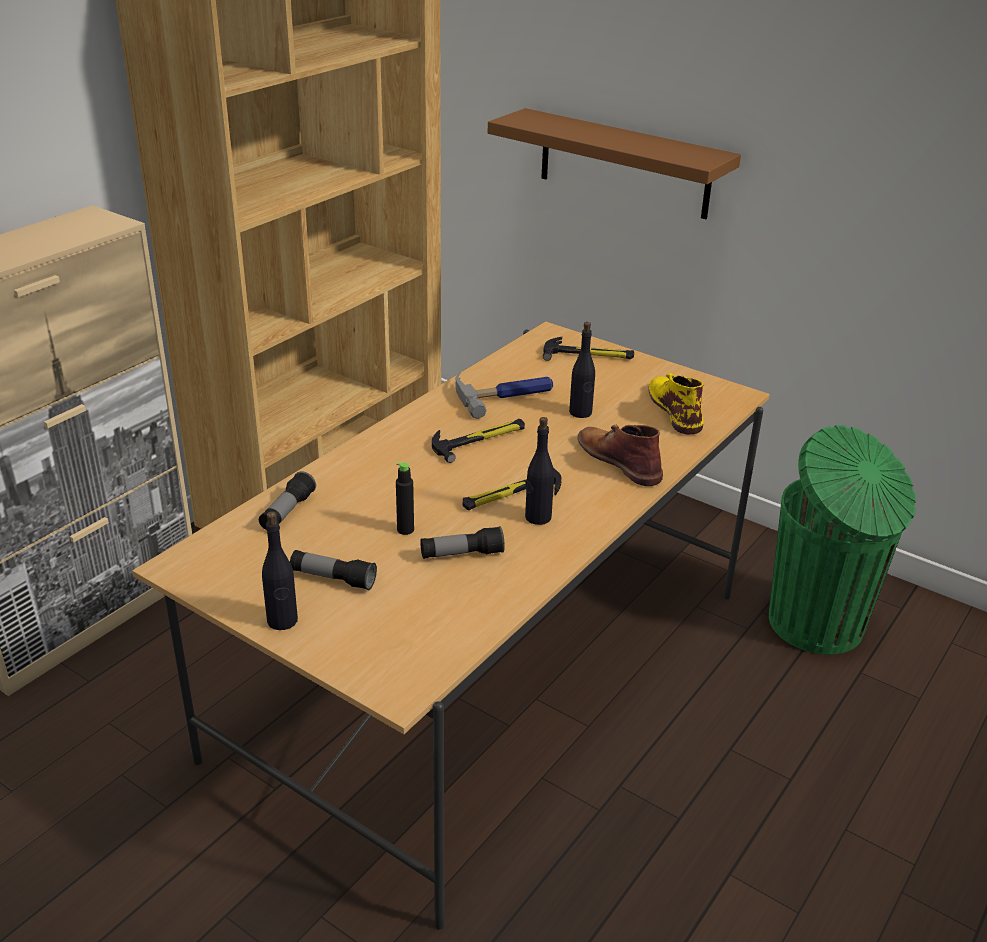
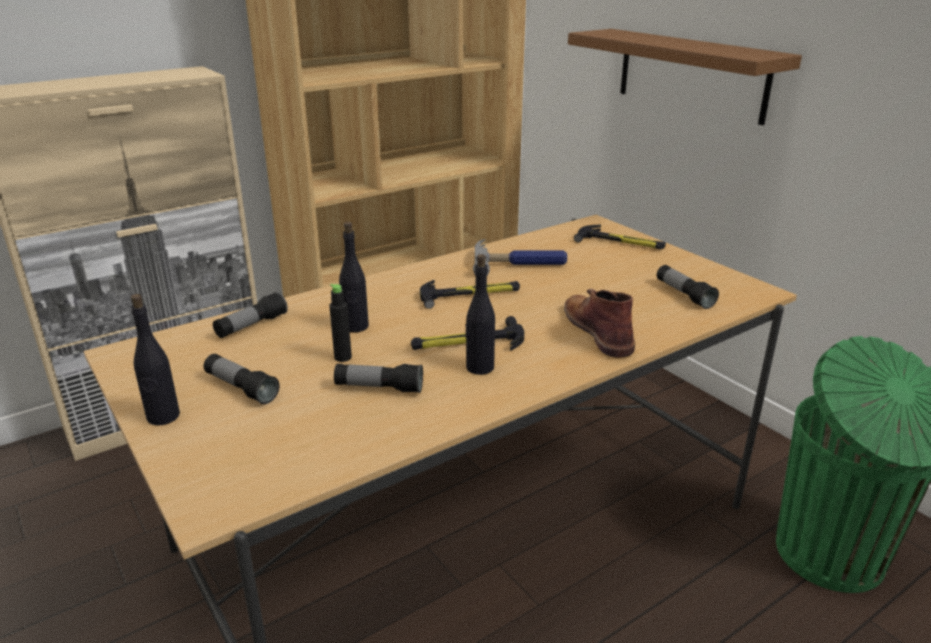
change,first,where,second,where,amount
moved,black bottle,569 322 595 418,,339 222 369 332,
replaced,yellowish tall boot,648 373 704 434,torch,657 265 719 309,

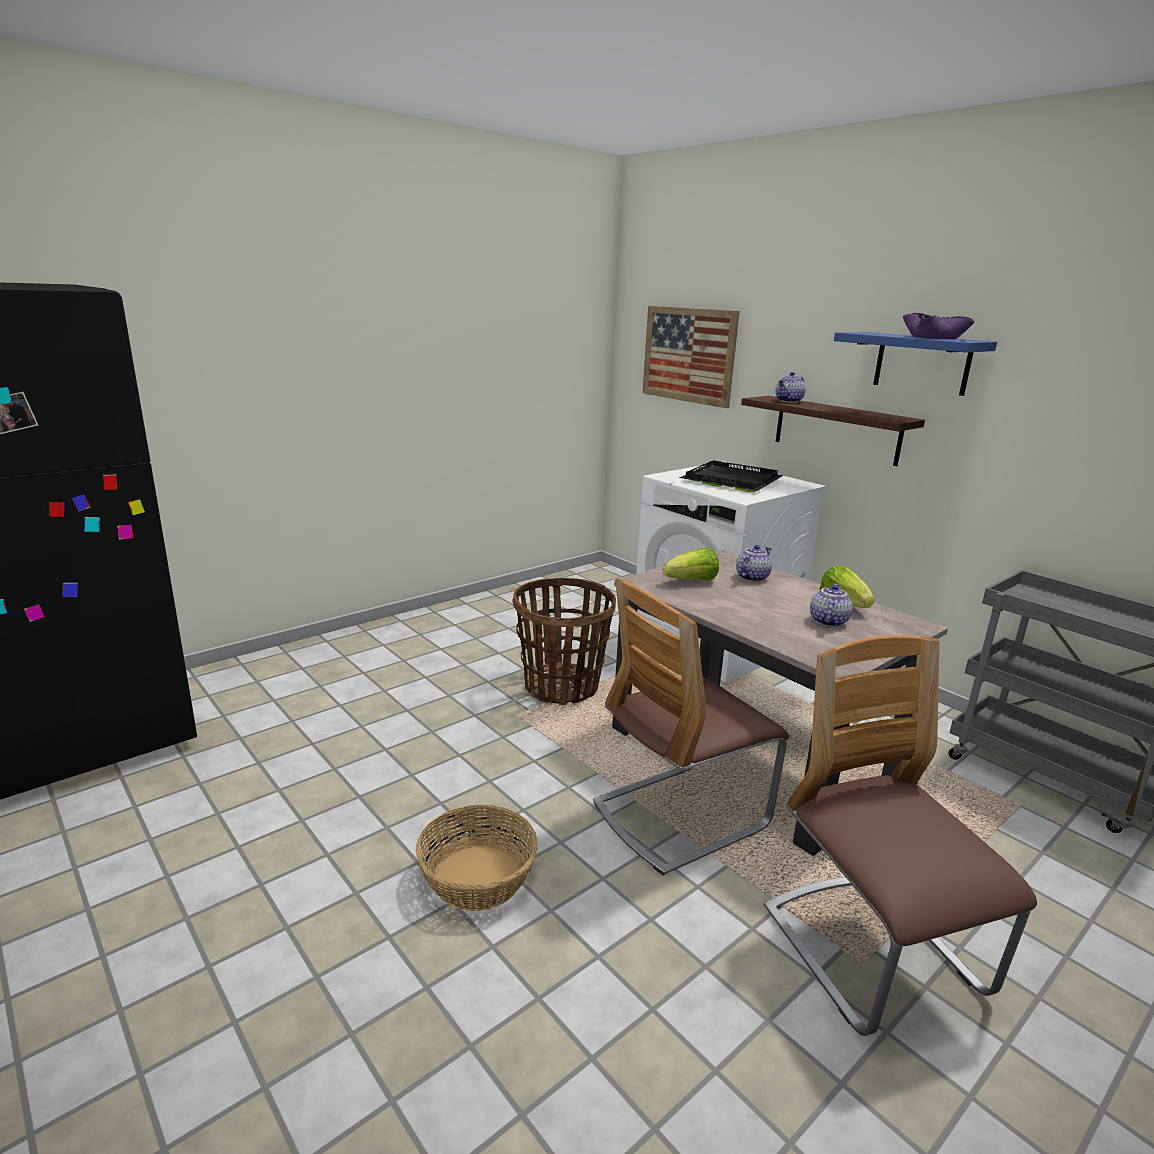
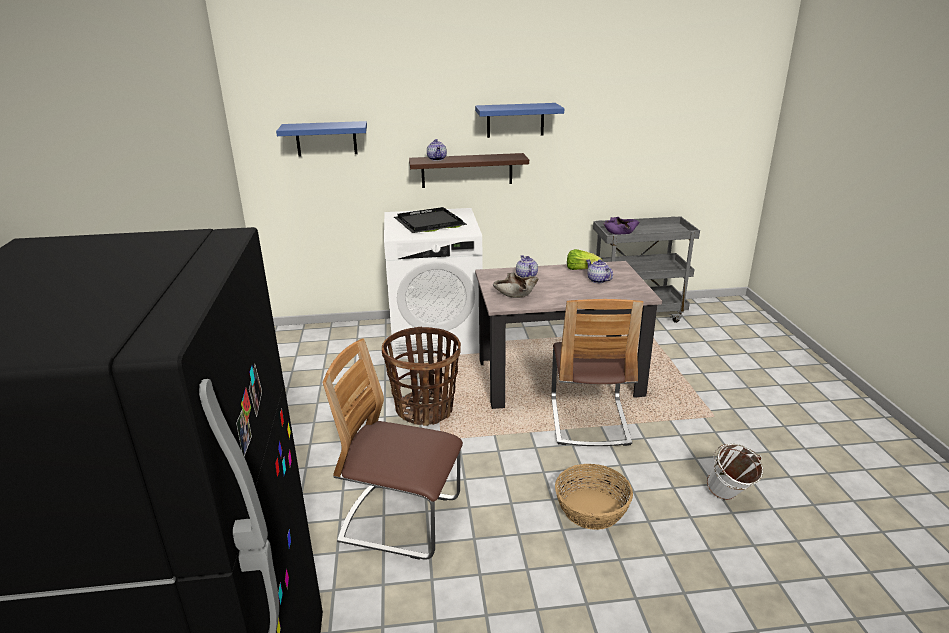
change,first,where,second,where,amount
added,,,white pail,707 444 763 500,
moved,plain chair,764 635 1037 1036,,322 339 463 560,
moved,purple-coloured deep dish,903 313 974 339,,603 217 640 235,
replaced,wall art,642 306 740 408,blue shelf,276 121 367 157,
replaced,lettuce,663 548 719 581,beige deep dish,493 272 539 298,

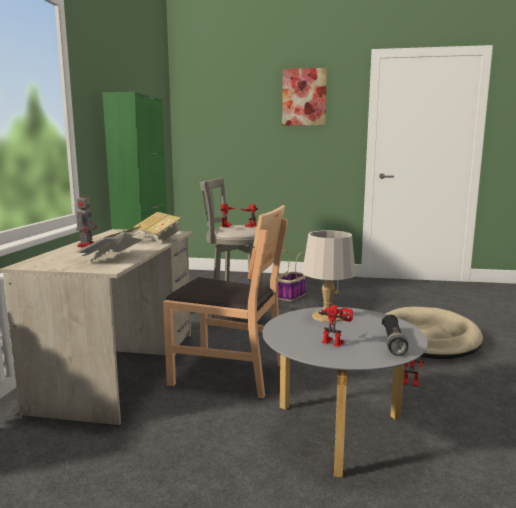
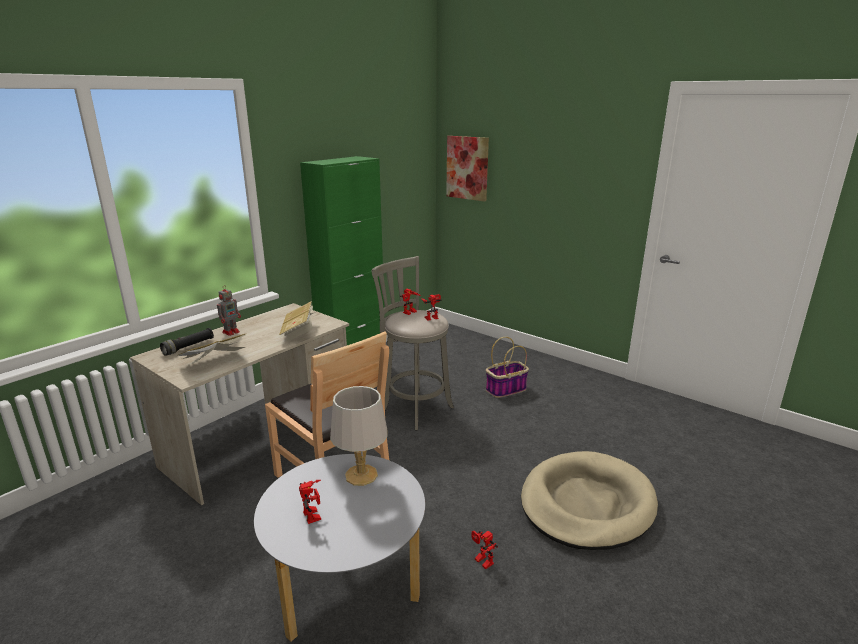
change,first,where,second,where,amount
moved,wall art,282 68 327 126,,446 136 489 202,
moved,black torch,382 315 408 356,,160 328 214 356,

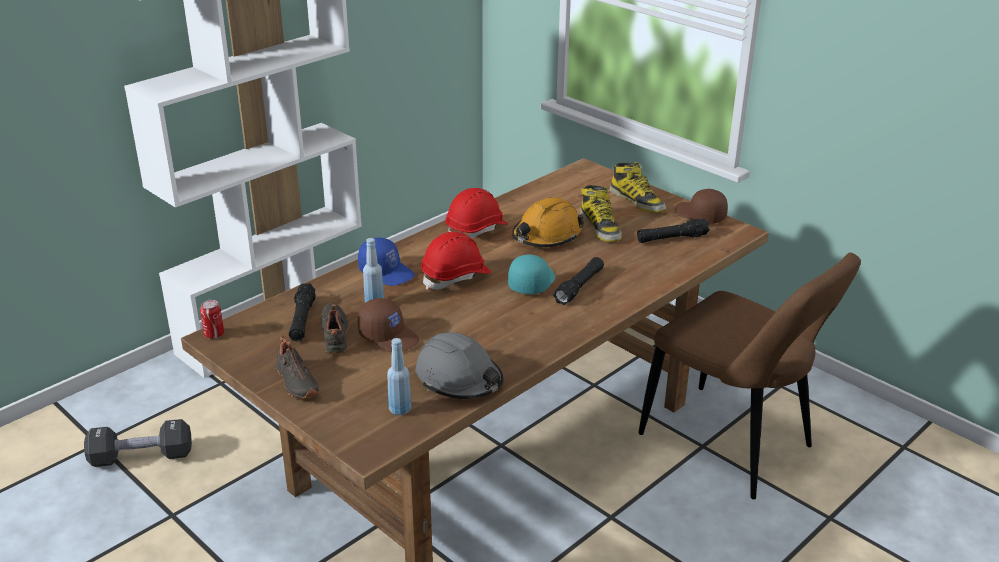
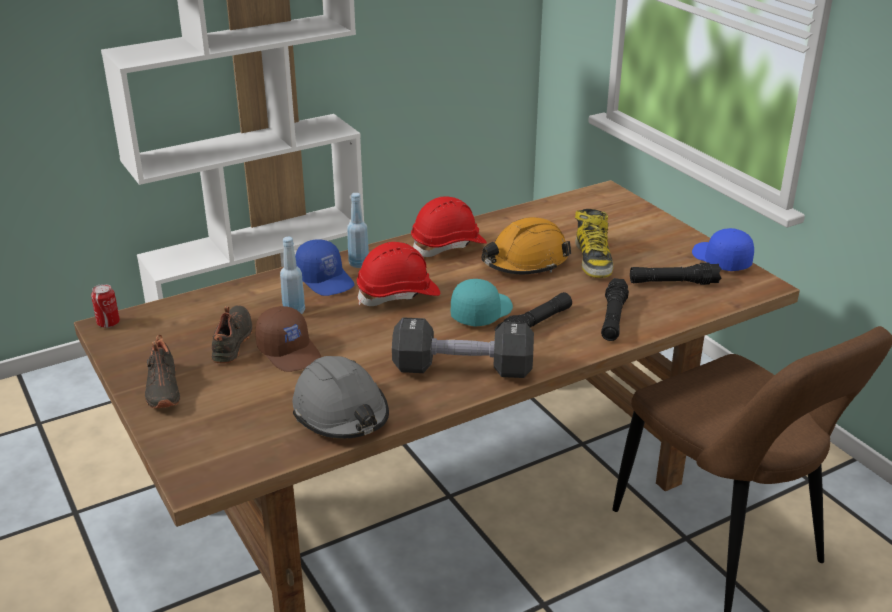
change,first,where,second,where,amount
removed,tall boot,610 162 666 213,,,
moved,black dumbbell,84 419 192 467,,392 317 534 378,
moved,black torch,289 283 316 341,,601 278 629 341,
moved,blue bottle,387 338 411 415,,347 193 369 268,
recoloured,brown-coloured baseball cap,675 189 728 224,blue baseball cap,692 228 754 271,

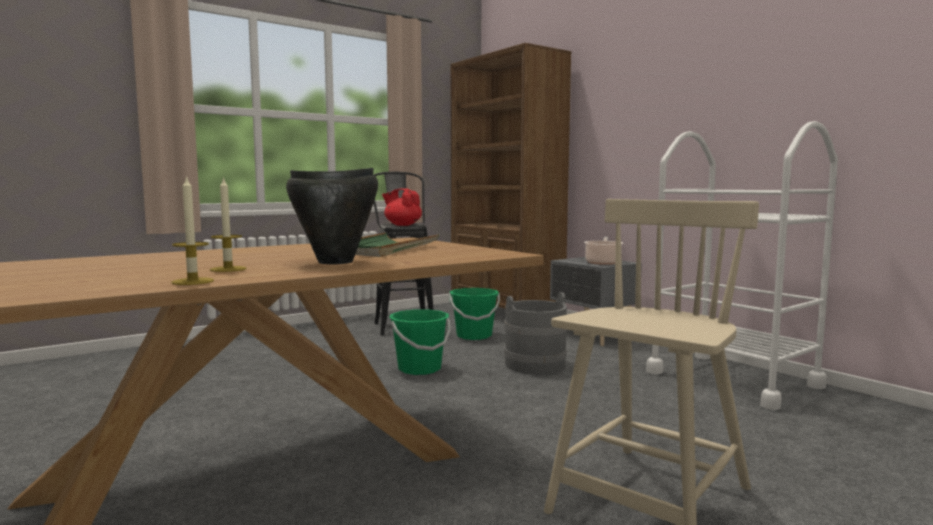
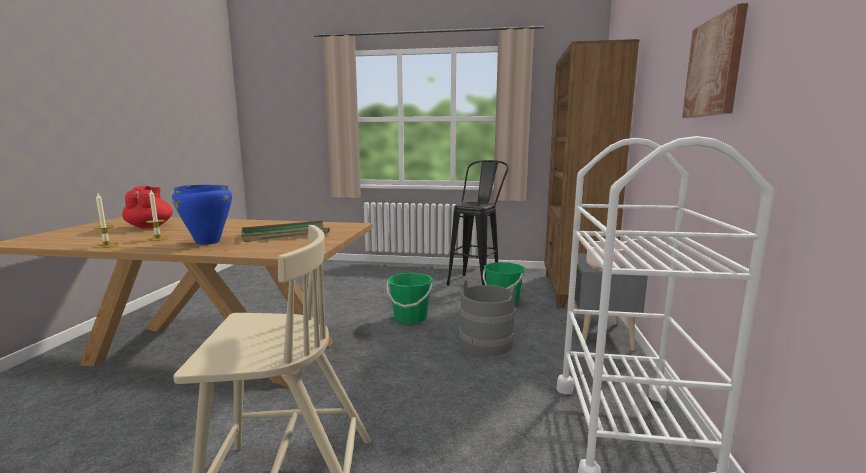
change,first,where,second,where,amount
added,,,wall art,682 3 748 118,
moved,reddish teapot,382 188 422 226,,122 186 173 228,
recoloured,black stockpot,286 168 378 264,blue stockpot,172 185 232 245,

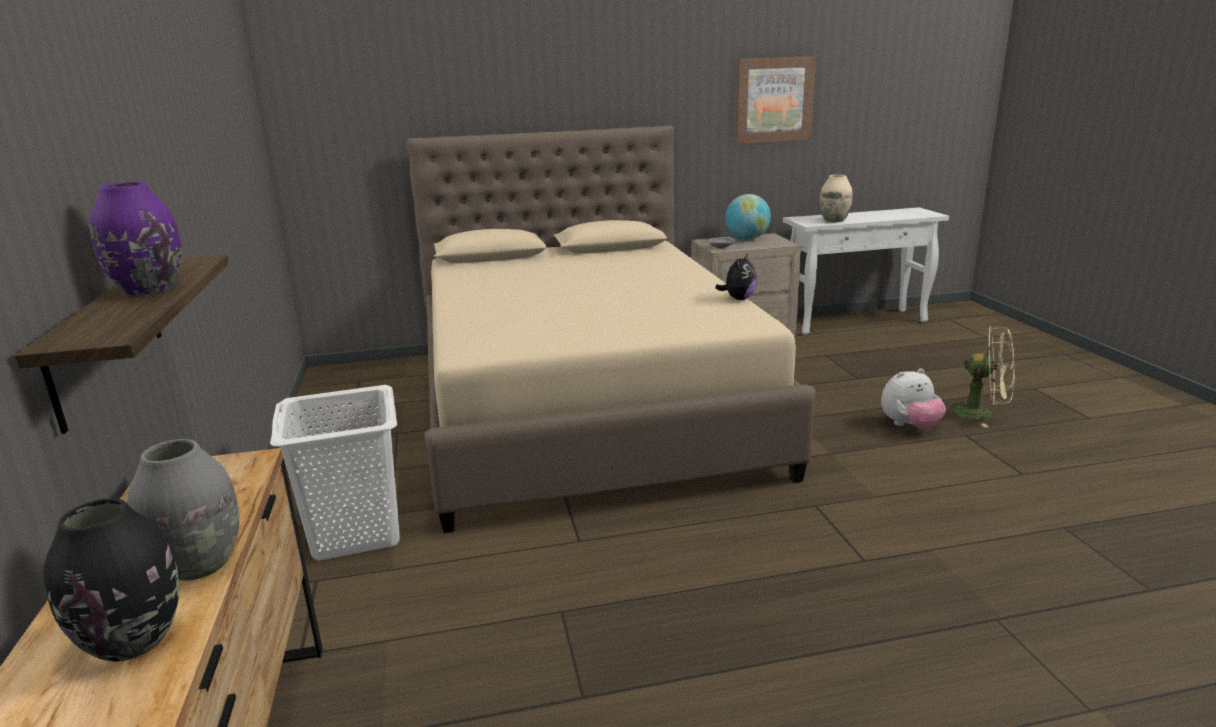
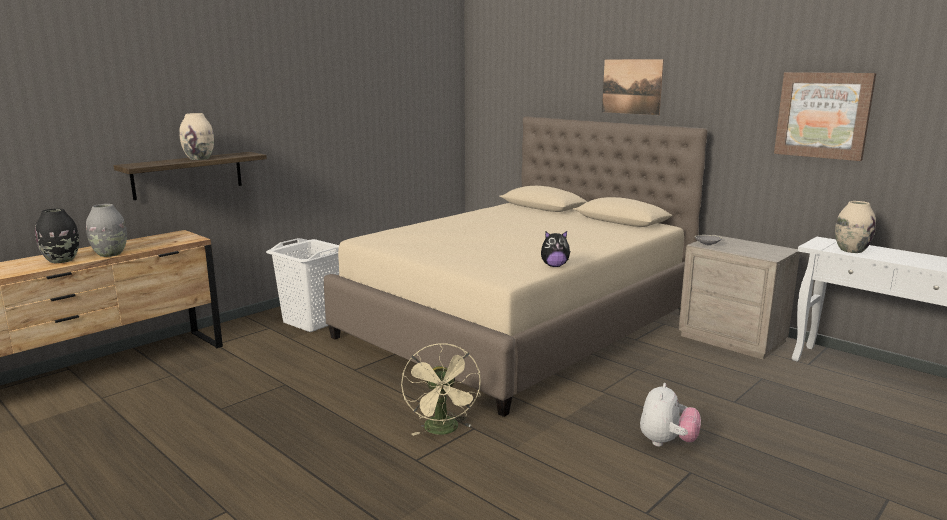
change,first,where,second,where,amount
removed,world globe,725 194 771 240,,,
added,,,wall art,602 59 664 115,
moved,beige cooling fan,944 326 1015 427,,401 343 481 436,
recoloured,purple-coloured decorative vase,89 182 181 296,beige decorative vase,180 113 214 160,
turned,soft toy,881 369 946 429,,640 383 701 447,105 degrees counterclockwise

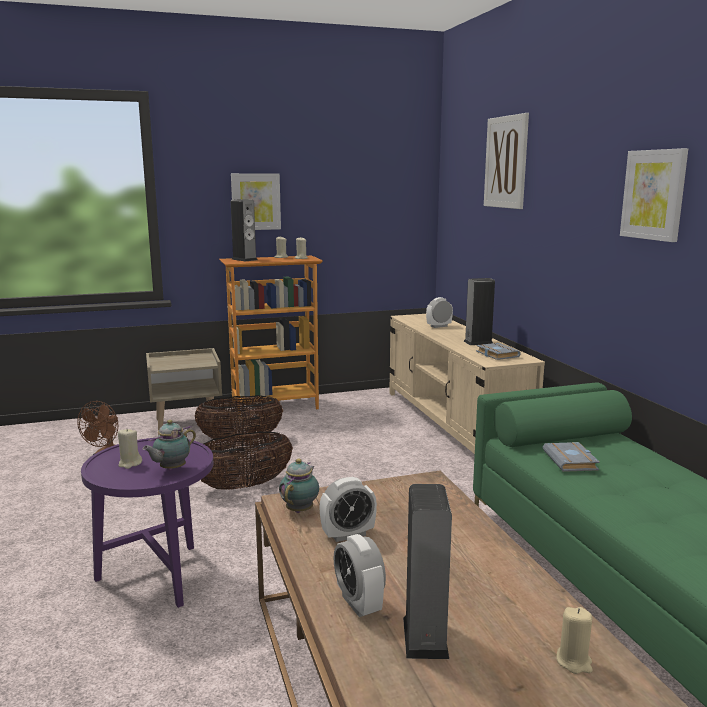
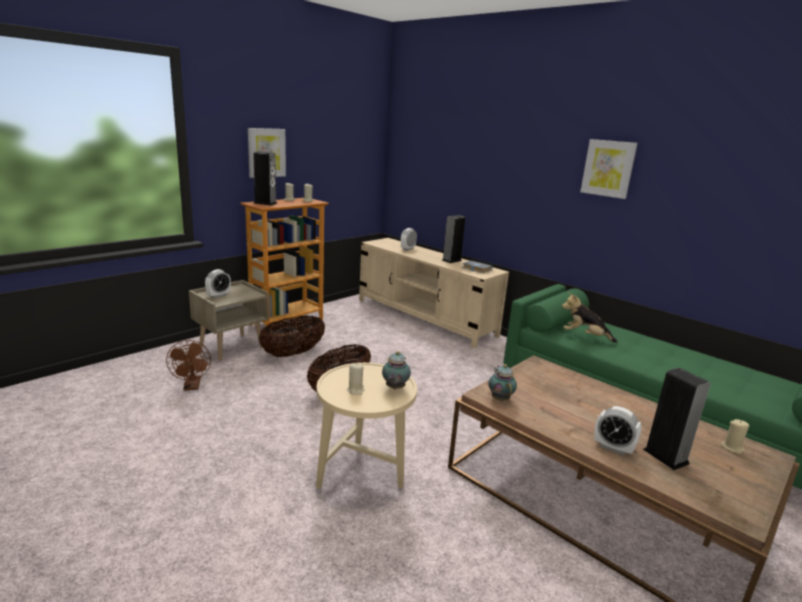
change,first,where,second,where,amount
removed,wall art,484 113 529 209,,,
moved,bedside clock,319 477 377 542,,205 269 231 298,
replaced,gray volume,543 442 600 472,soft toy,562 292 617 343,
recoloured,purple-coloured side table,81 438 213 608,beige side table,316 363 417 489,

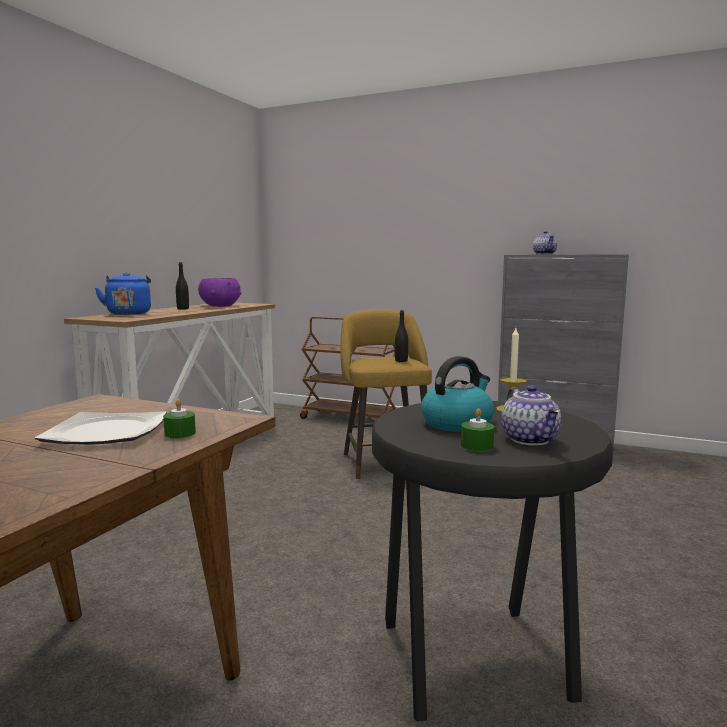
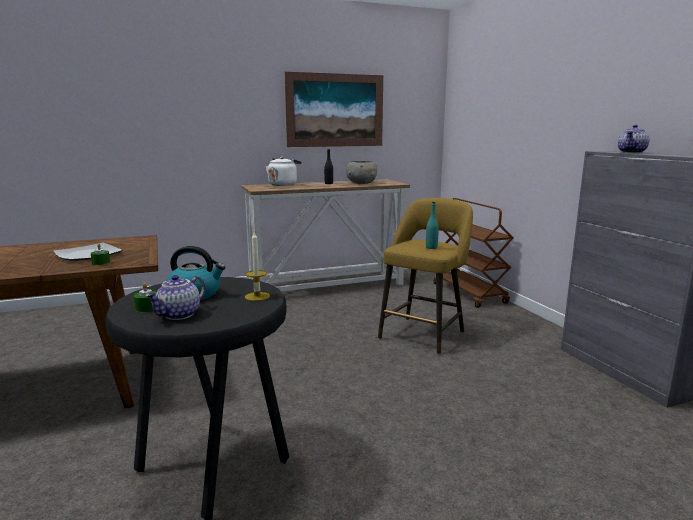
change,first,where,second,where,amount
added,,,wall art,285 72 383 147,
recoloured,blue water kettle,95 273 151 315,white water kettle,266 157 302 186,
recoloured,purple-coloured deep dish,198 278 241 307,gray deep dish,346 161 377 184,
recoloured,black bottle,395 310 408 362,blue-green bottle,426 202 439 249,

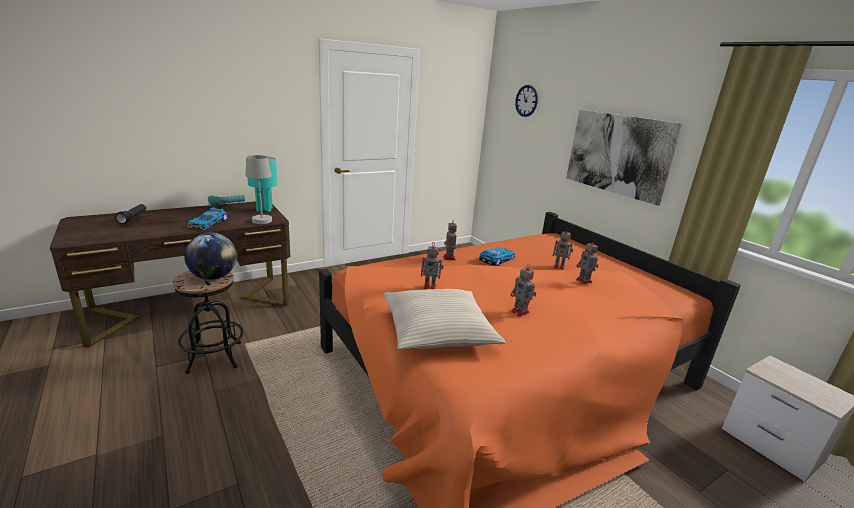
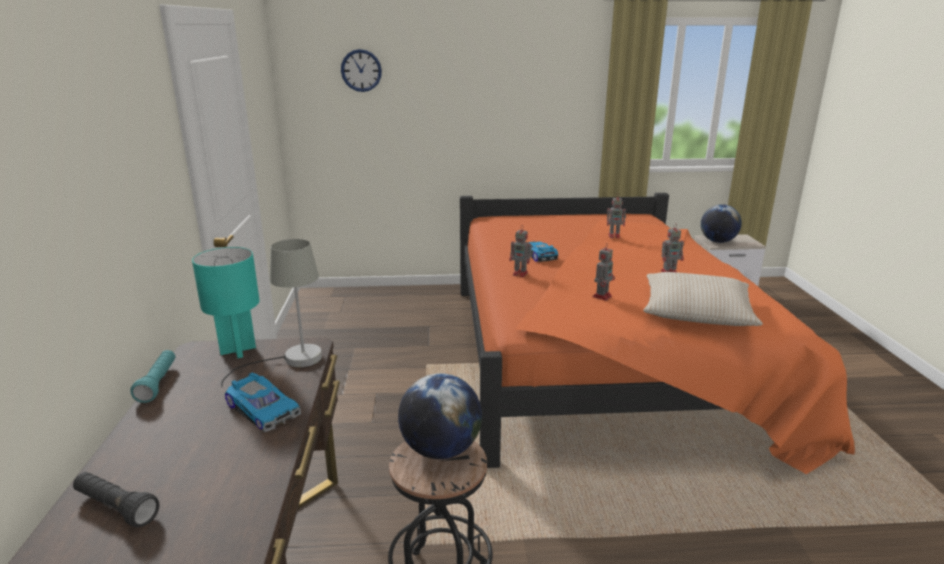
change,first,where,second,where,amount
removed,robot figure,553 228 573 270,,,
removed,wall art,566 110 683 206,,,
added,,,world globe,701 204 742 243,

